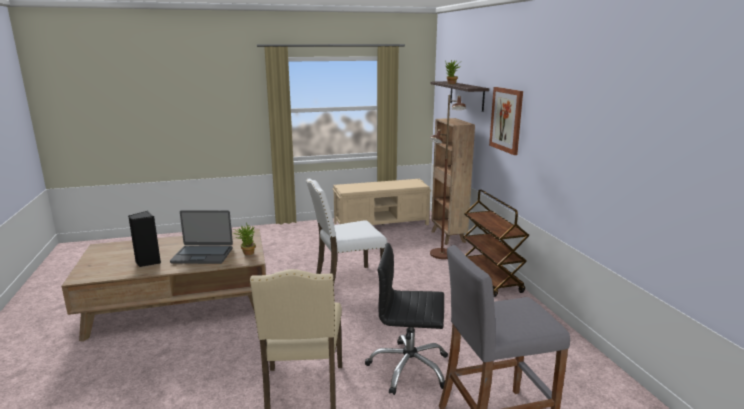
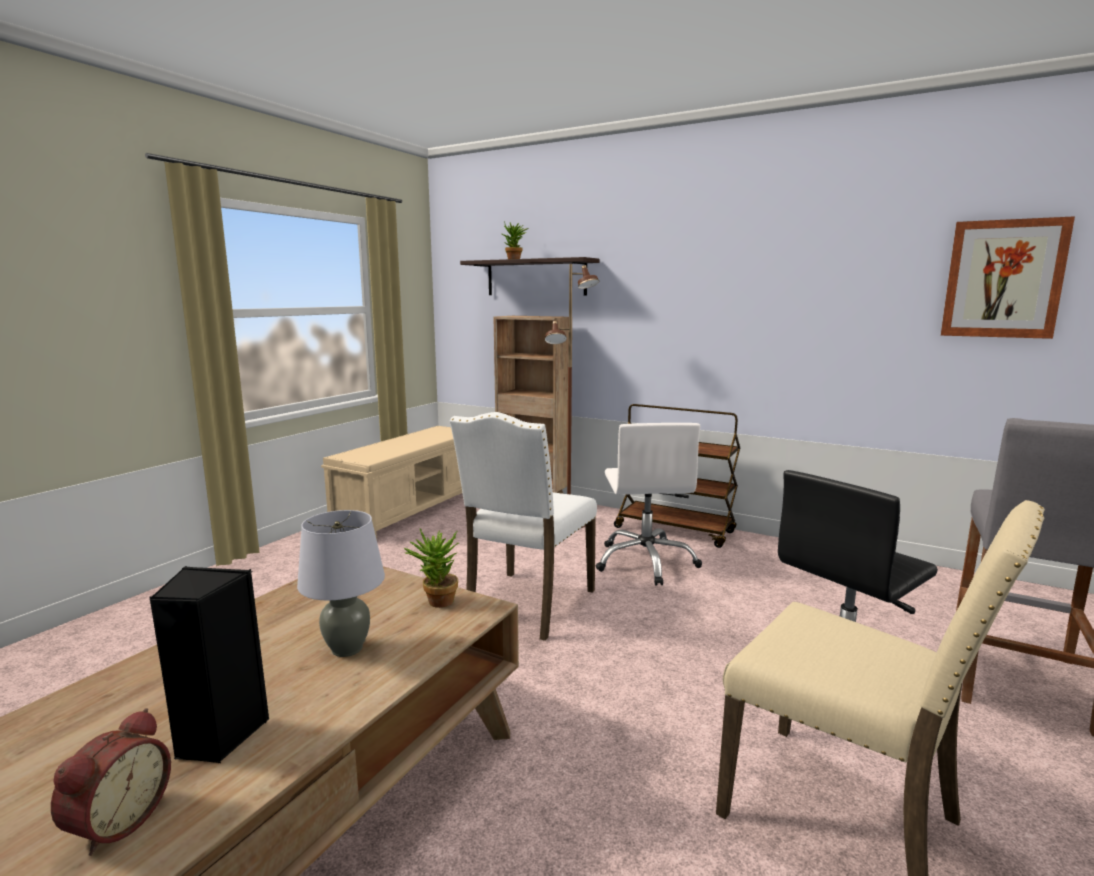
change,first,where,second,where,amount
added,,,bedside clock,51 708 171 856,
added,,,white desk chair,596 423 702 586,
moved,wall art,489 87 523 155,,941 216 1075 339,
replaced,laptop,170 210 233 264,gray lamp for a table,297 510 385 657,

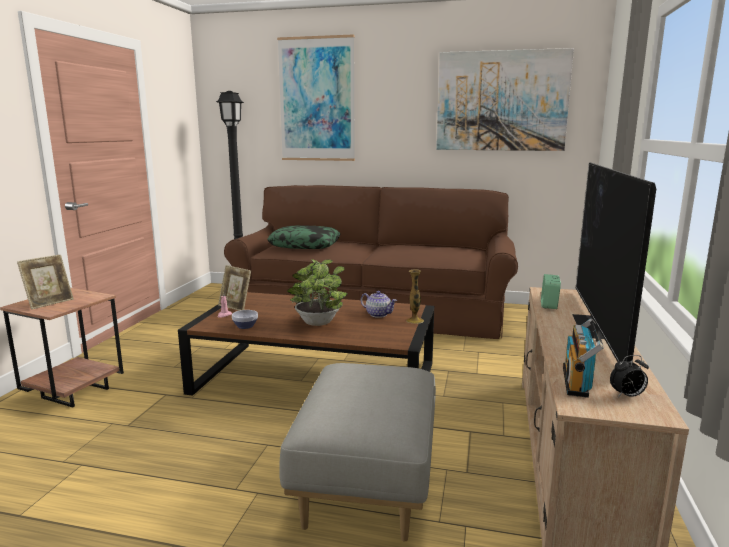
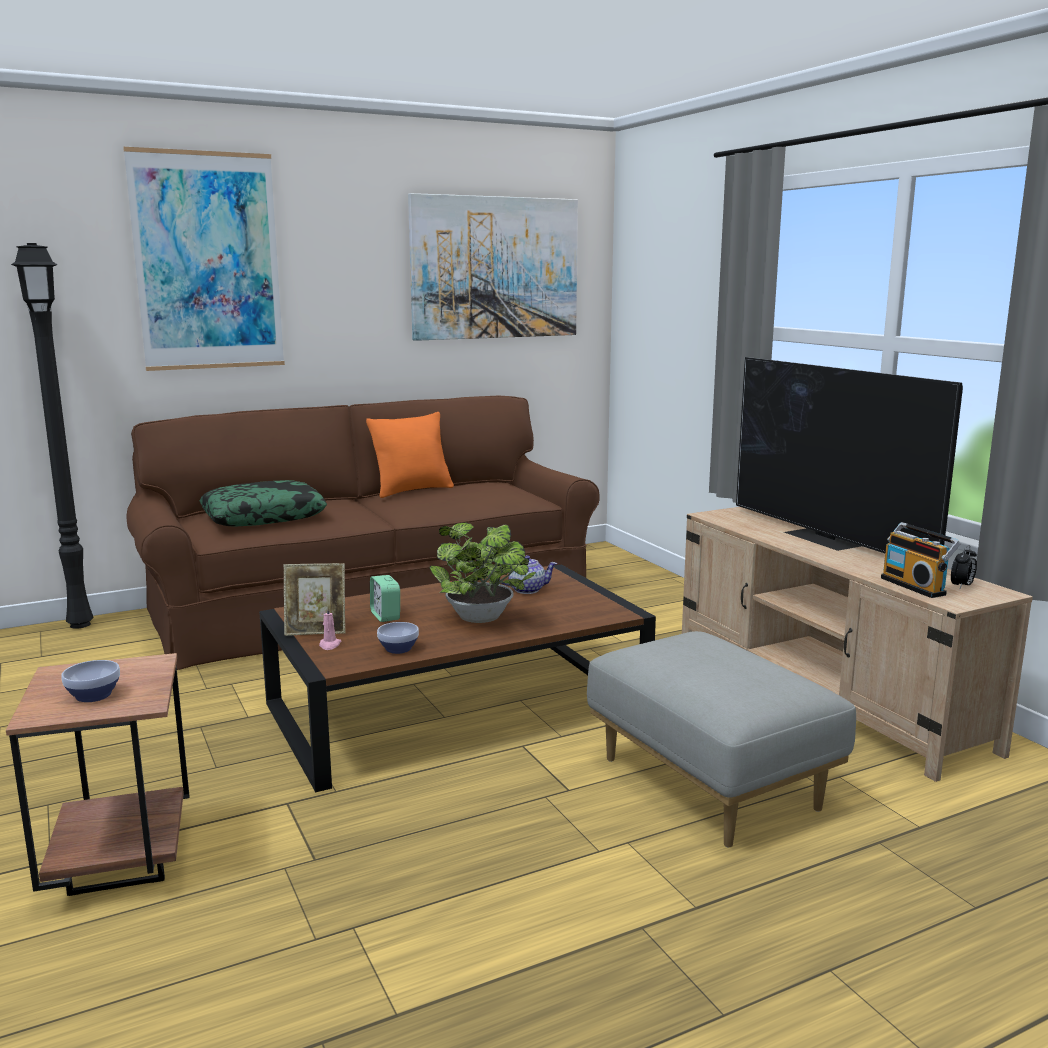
change,first,where,second,where,amount
removed,decorative vase,406 270 424 324,,,
added,,,orange pillow,366 412 454 498,
moved,bedside clock,541 274 561 309,,370 575 400 622,
replaced,picture frame,17 254 74 310,deep dish,61 660 120 702,

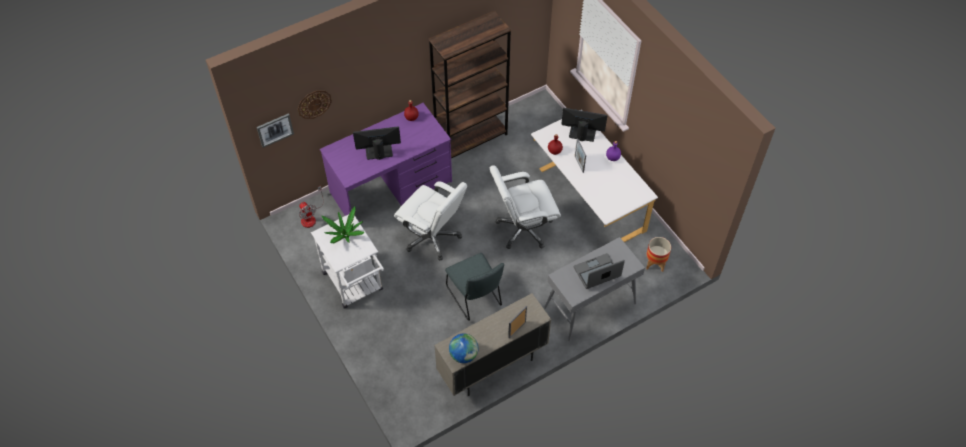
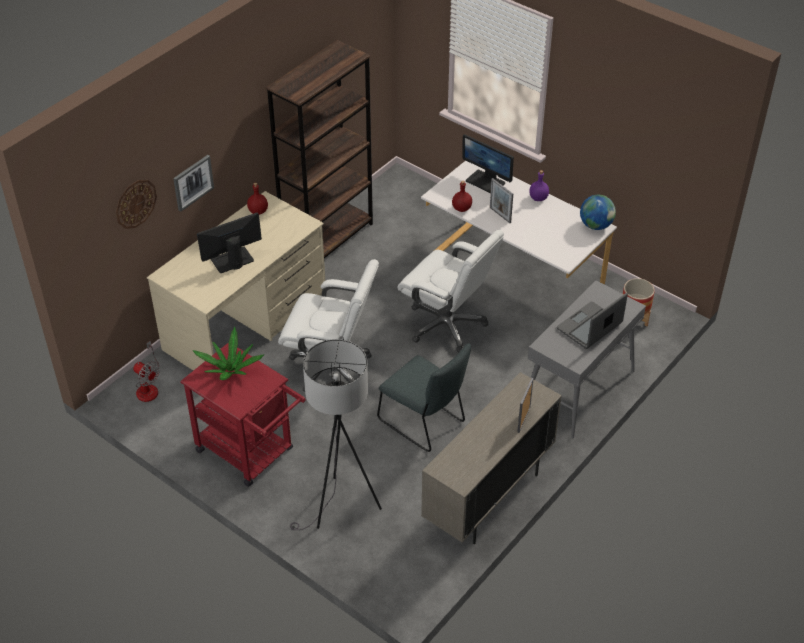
change,first,where,second,where,amount
added,,,gray standing lamp,290 339 382 530,
moved,wall art,257 114 294 148,,173 155 214 212,
moved,world globe,449 333 479 363,,580 195 616 230,
recoloured,white cart,311 215 384 309,reddish cart,180 342 306 487,
recoloured,purple-coloured desk unit,320 103 452 216,beige desk unit,147 191 325 371,
turned,white desk chair,490 165 561 249,,397 230 504 353,105 degrees counterclockwise
turned,computer screen,561 108 608 142,,462 134 514 193,135 degrees counterclockwise

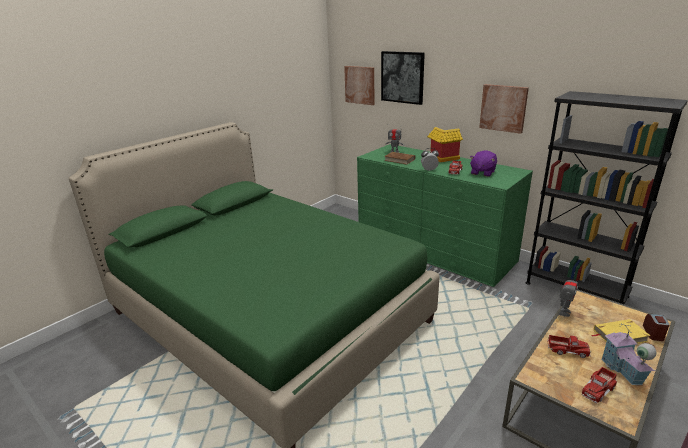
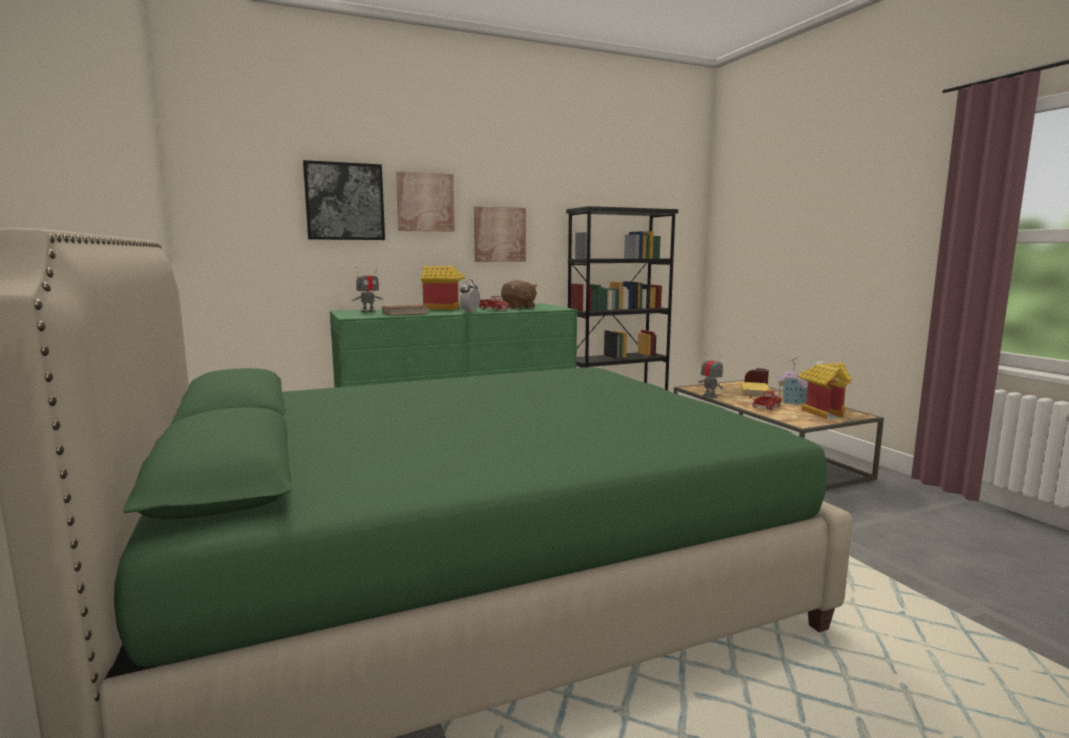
change,first,where,second,where,amount
moved,wall art,344 66 374 105,,396 171 455 232,
replaced,toy truck,581 367 617 403,toy house,798 363 852 419,
recoloured,purple-coloured soft toy,470 150 497 177,brown-coloured soft toy,501 280 538 309,

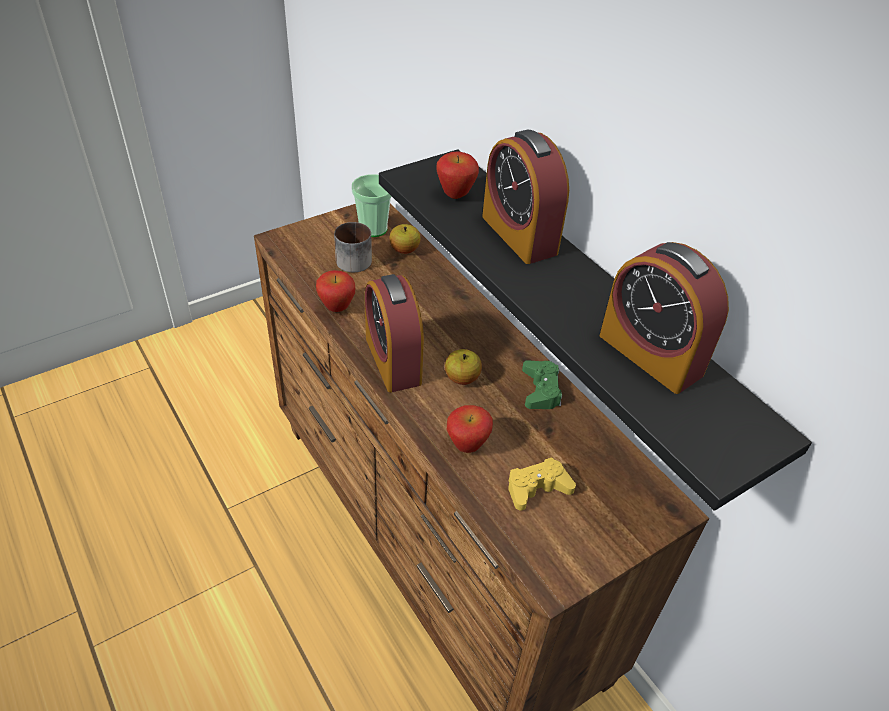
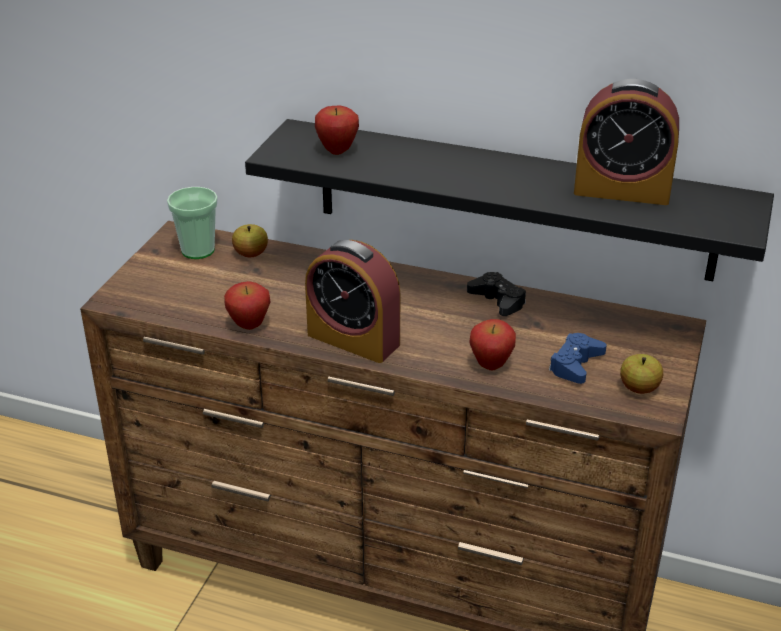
change,first,where,second,where,amount
removed,coffee mug,334 222 372 272,,,
removed,bedside clock,482 130 569 264,,,
moved,whole apple,445 349 482 385,,620 354 663 394,
recoloured,yellowish gamepad,508 458 576 511,blue gamepad,549 333 607 384,
recoloured,green gamepad,522 360 562 409,black gamepad,467 272 526 316,

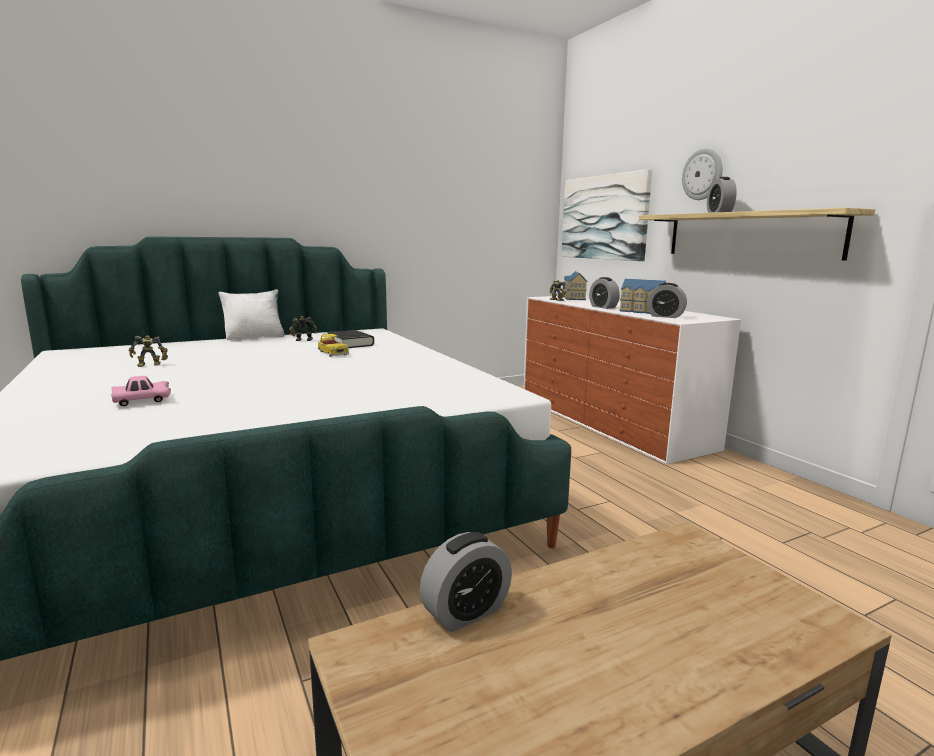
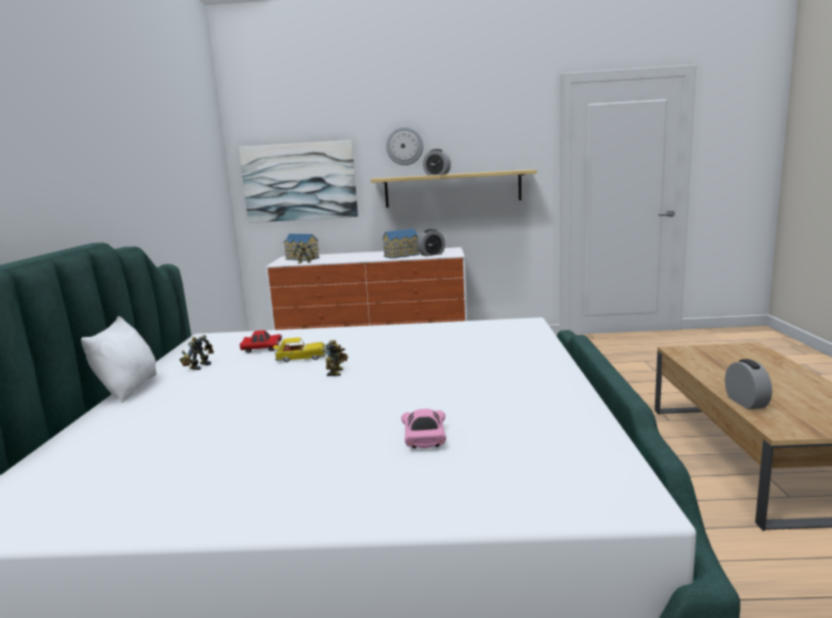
change,first,where,second,where,amount
removed,bedside clock,589 277 620 309,,,
moved,robot figure,128 335 168 367,,325 340 348 376,
replaced,black volume,327 330 374 348,reddish miniature car,240 330 282 353,

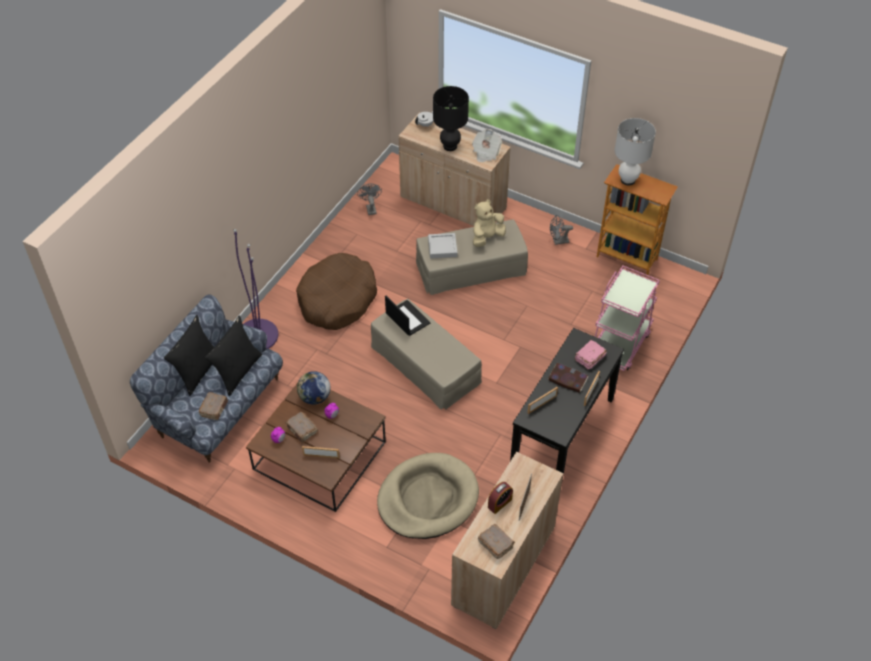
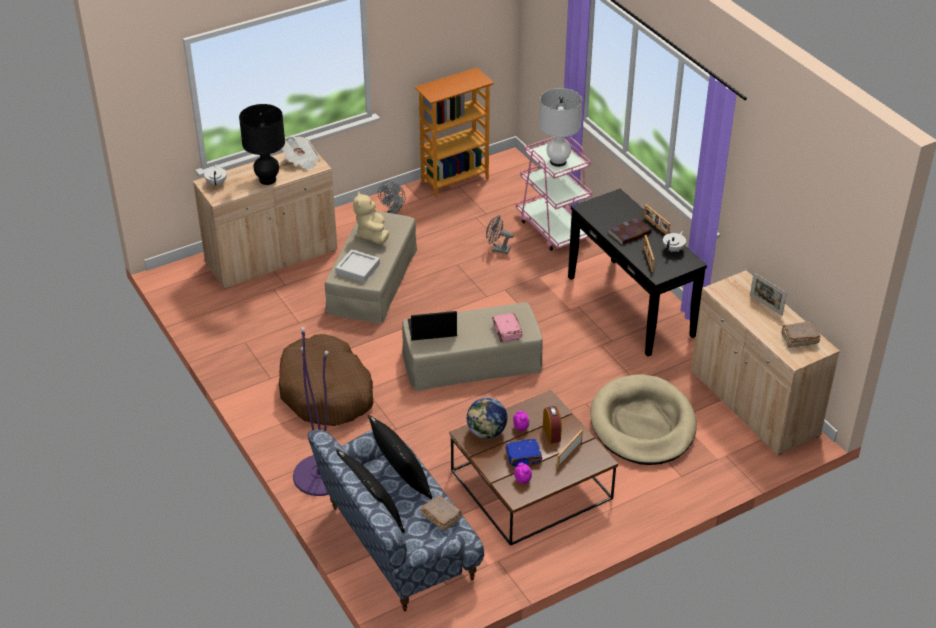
change,first,where,second,where,amount
added,,,white teapot,663 231 686 252,
moved,gray cooling fan,357 183 382 215,,486 215 514 254,
moved,bedside clock,488 482 513 514,,543 406 562 444,
moved,pink-coloured volume,574 340 607 369,,492 313 523 342,
moved,white lamp for a table,615 118 656 186,,539 88 582 167,
recoloured,brown-coloured volume,285 412 318 443,blue volume,506 438 543 466,

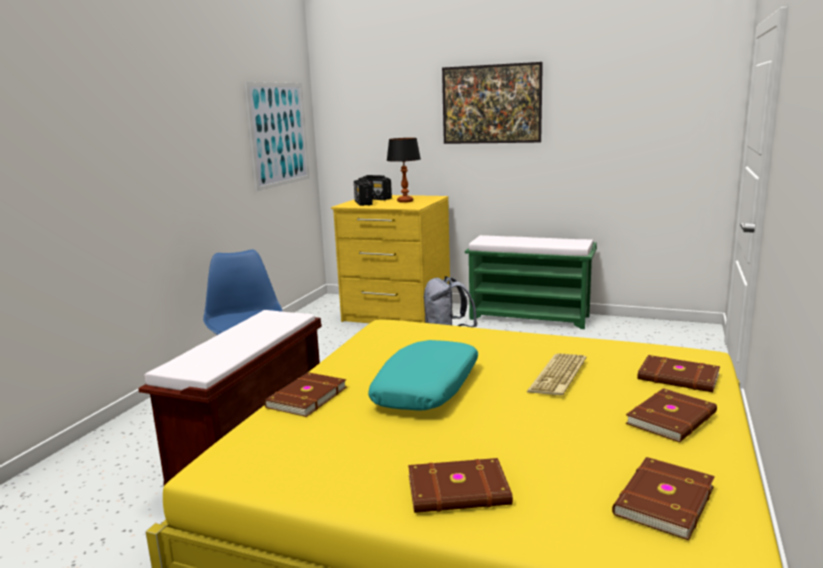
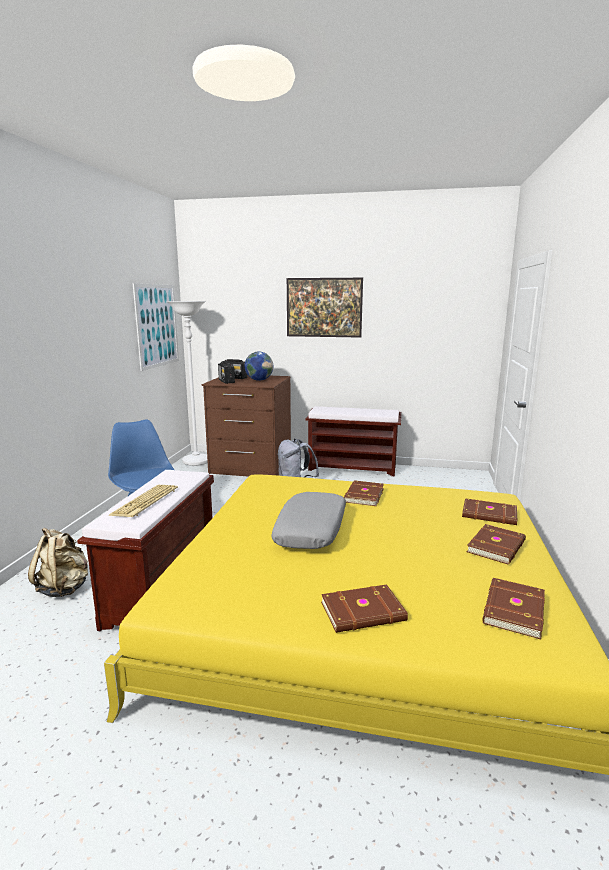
change,first,where,second,where,amount
added,,,beige knapsack,28 528 88 597,
added,,,white standing lamp,166 301 208 466,
moved,brown-coloured volume,264 372 347 417,,344 480 384 506,
moved,keyboard,527 353 586 395,,109 485 178 517,
replaced,lamp for a table,387 138 421 203,world globe,245 352 273 381,
recoloured,yellowish drawer chest,331 195 450 324,brown-coloured drawer chest,202 375 291 477,
recoloured,blue-green pillow,368 340 478 411,gray pillow,271 492 346 549,
recoloured,green long seat,465 235 597 329,brown-coloured long seat,305 406 401 476,

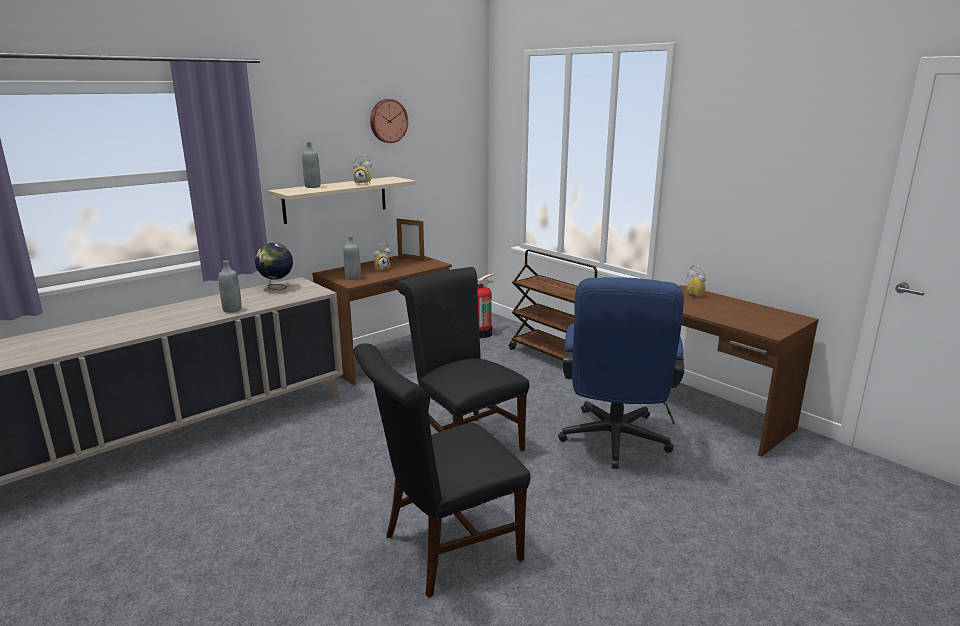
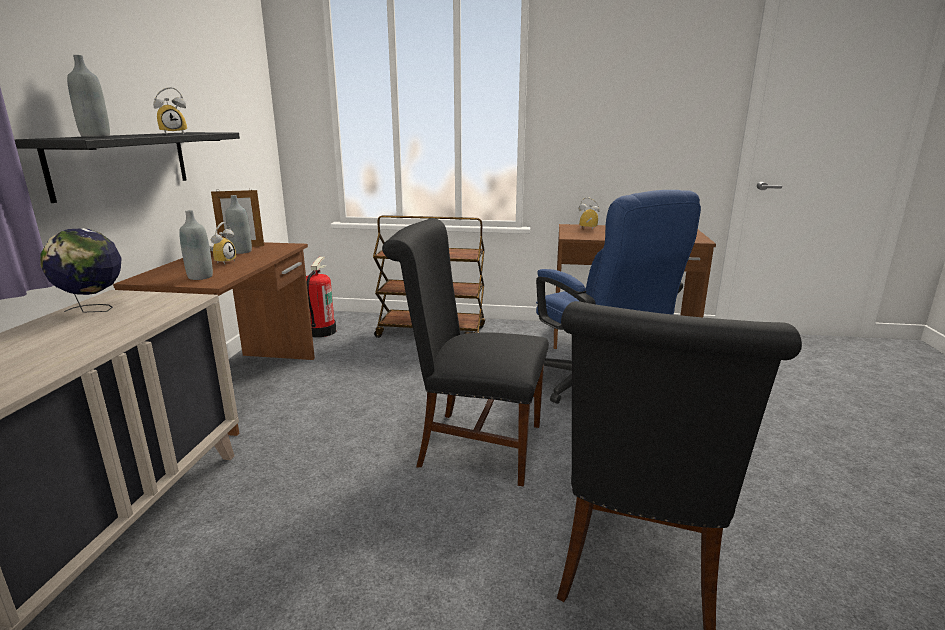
change,first,where,second,where,amount
removed,clock on the wall,370 99 408 143,,,
moved,gray bottle,218 260 241 313,,226 195 252 254,
recoloured,beige shelf,268 177 416 224,black shelf,14 132 240 203,

